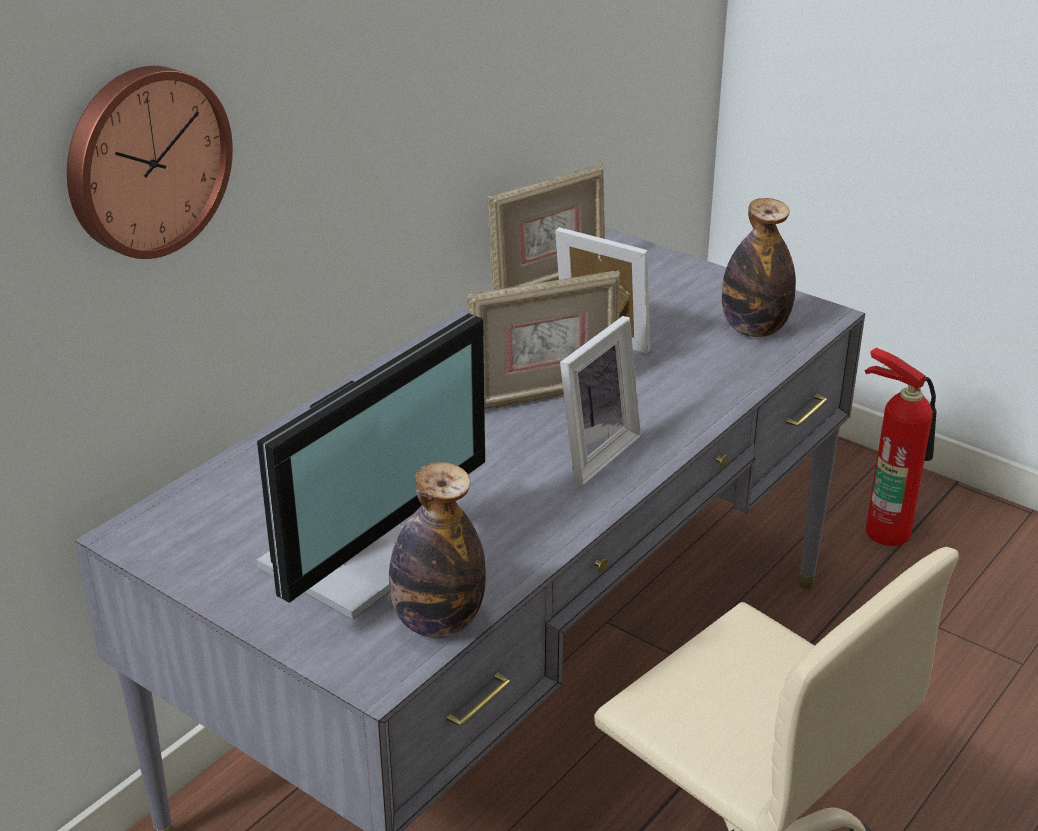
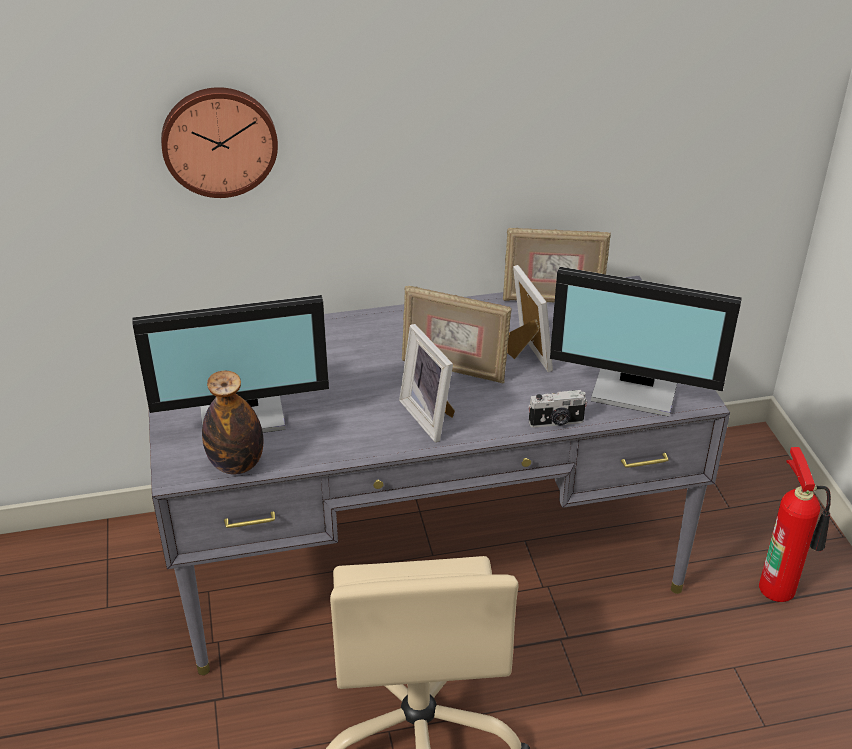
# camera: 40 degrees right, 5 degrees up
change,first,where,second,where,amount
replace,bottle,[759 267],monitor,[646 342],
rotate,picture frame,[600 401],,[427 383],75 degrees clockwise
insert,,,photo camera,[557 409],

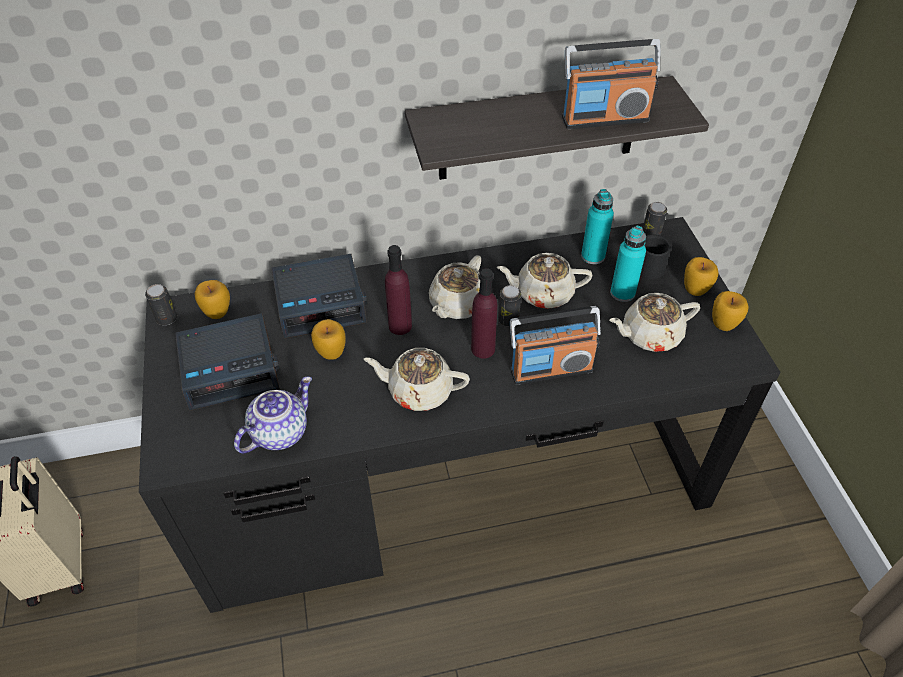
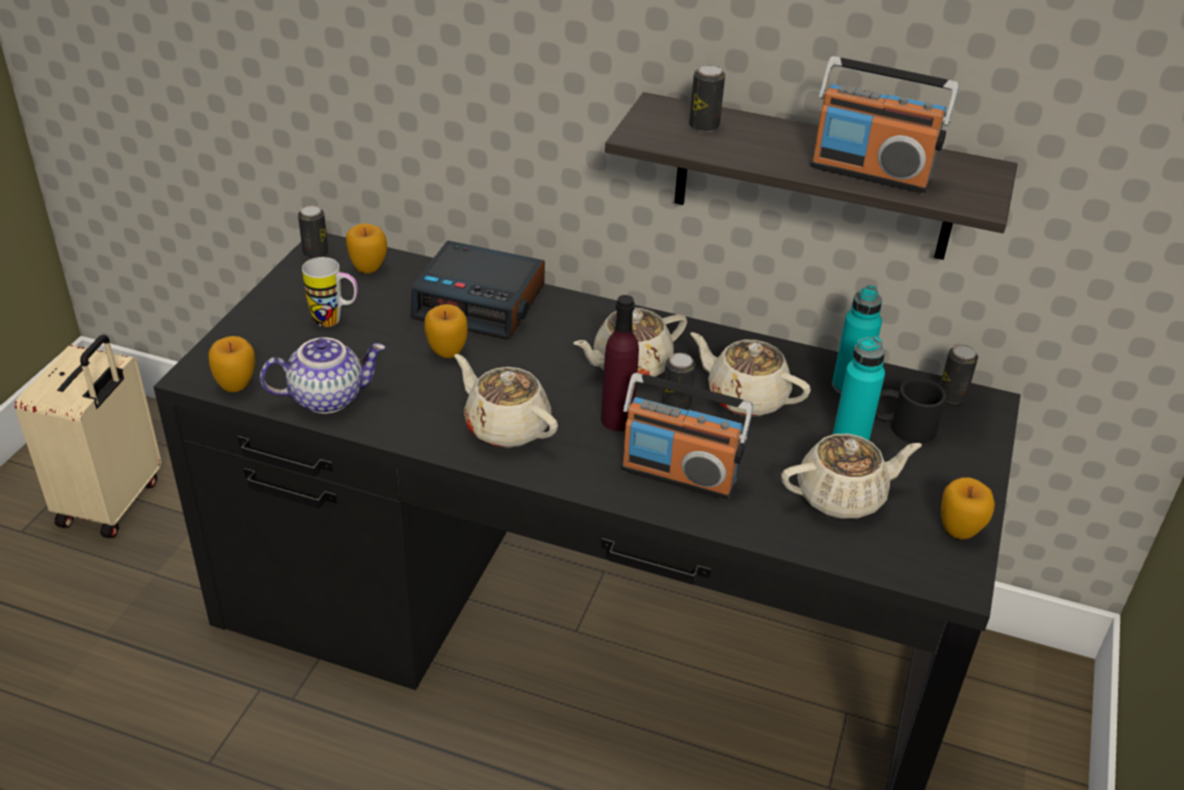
# camera: 30 degrees right, 10 degrees down
change,first,where,second,where,amount
delete,purple bottle,[398 290],,,
move,apple,[701 276],,[231 364],
rotate,beige teapot,[654 322],,[851 476],150 degrees clockwise
replace,alarm clock,[227 362],mug,[330 292],
insert,,,can,[707 98],

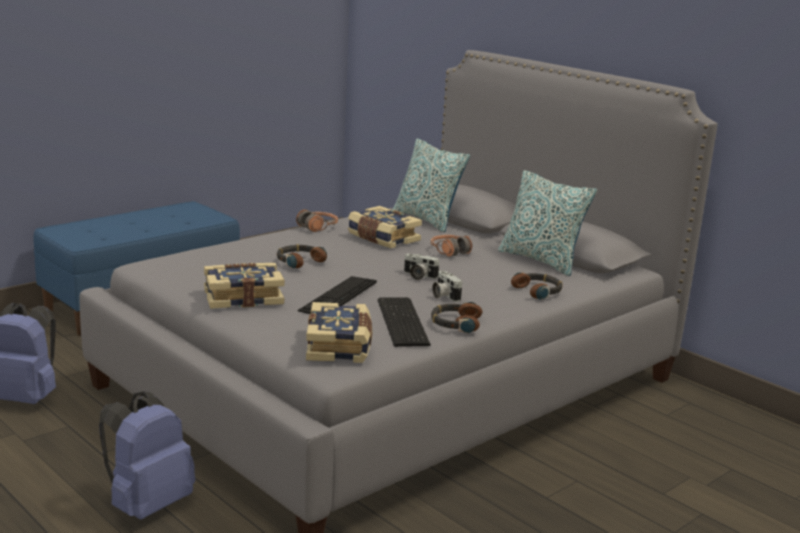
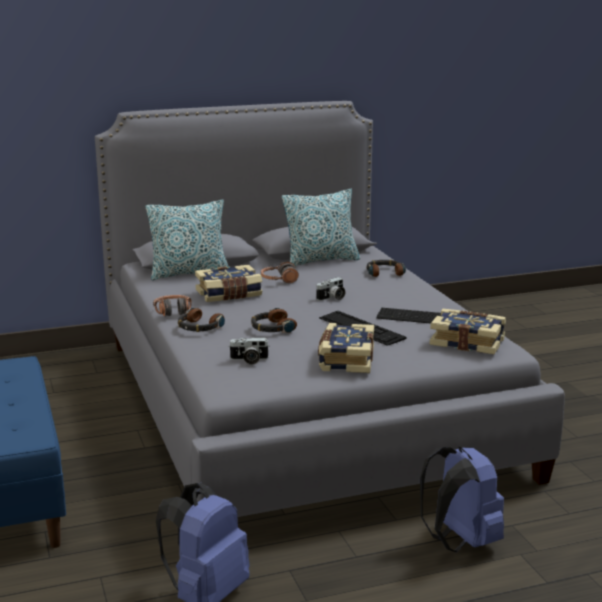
# camera: 65 degrees left, 0 degrees up
change,first,where,second,where,amount
move,photo camera,[447 286],,[249 351],
move,headphones,[456 317],,[201 320],

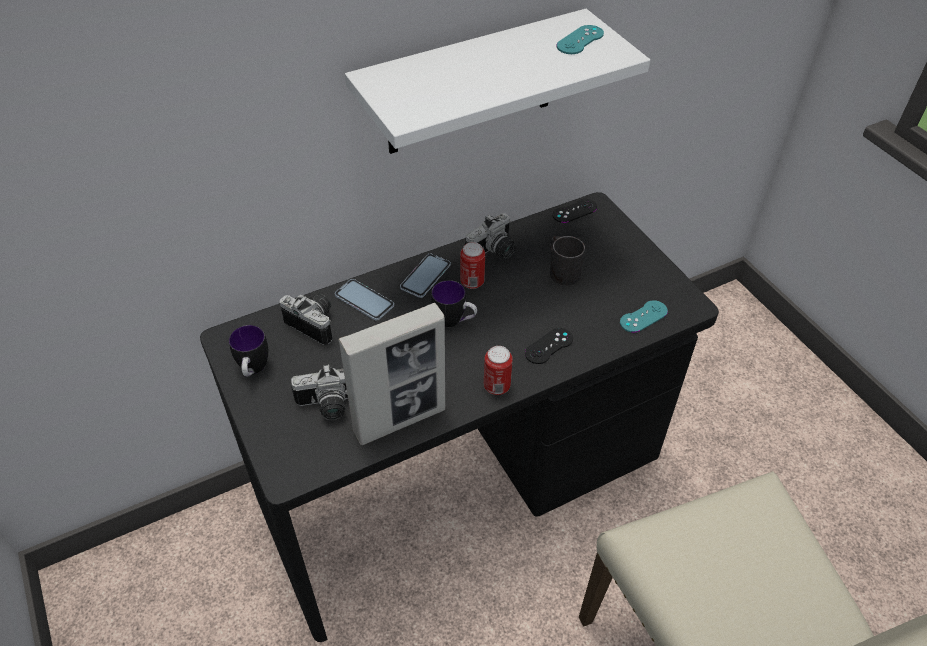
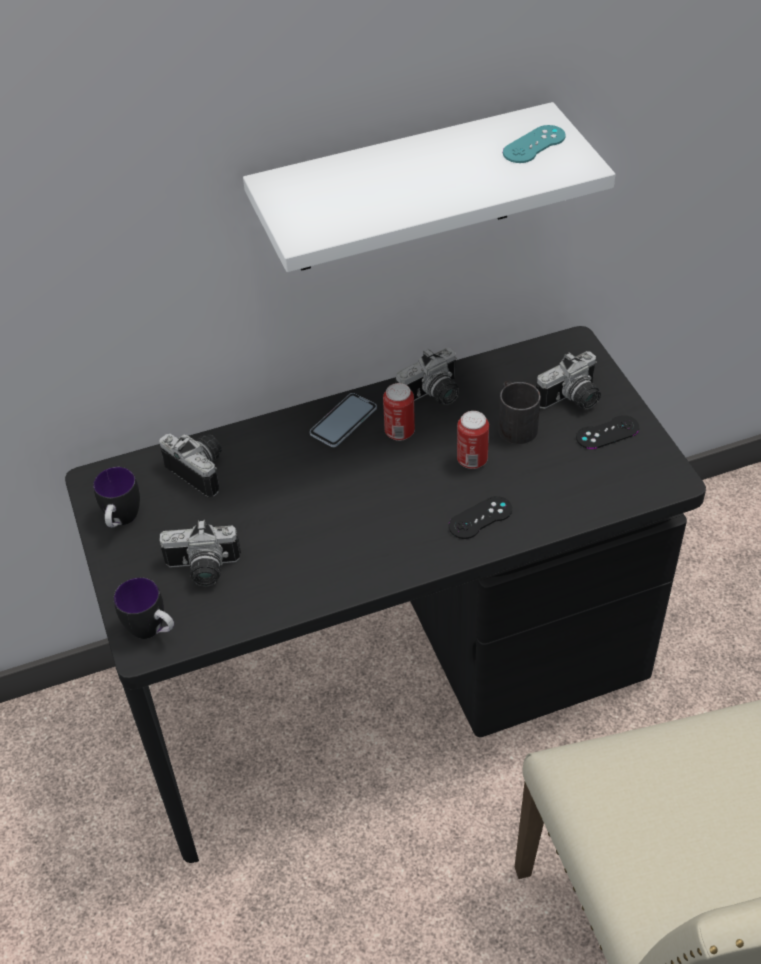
# camera: 10 degrees right, 0 degrees up
change,first,where,second,where,amount
move,black game controller,[574 211],,[607 432],
delete,phone,[364 300],,,
move,mug,[454 303],,[144 608],
delete,turquoise game controller,[644 316],,,
delete,picture frame,[391 374],,,
move,can,[498 370],,[473 440],
insert,,,photo camera,[568 380],

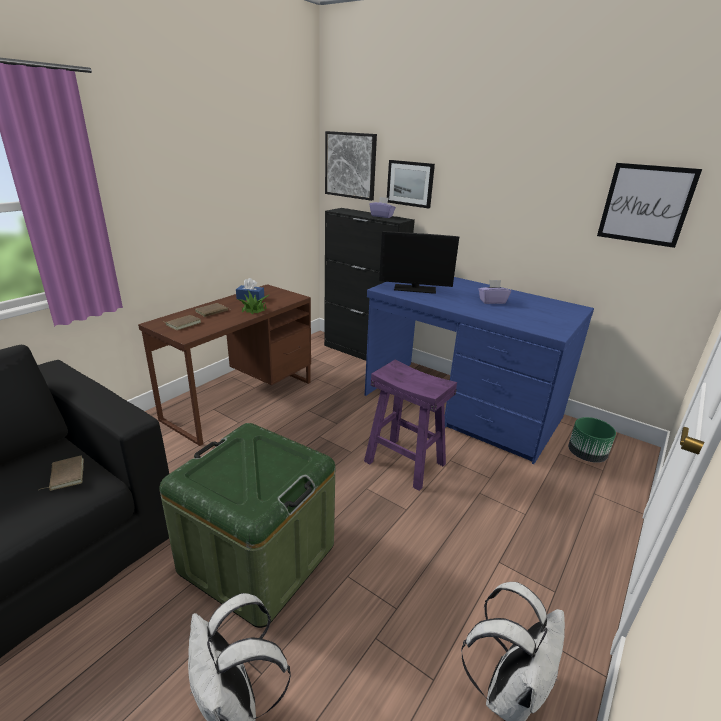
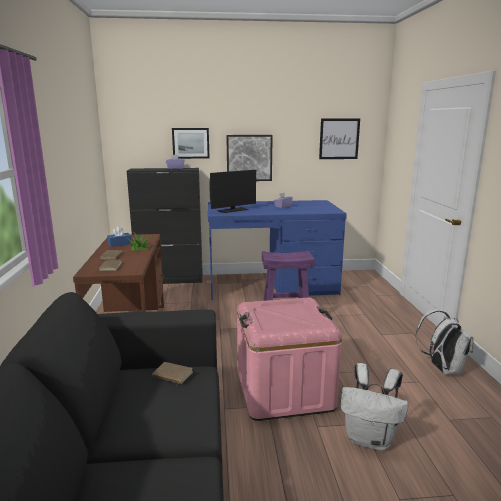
# camera: 40 degrees left, 10 degrees down
change,first,where,second,where,amount
move,picture,[351 166],,[249 158],
delete,green planter,[592 440],,,
recolor,green storage box,[247 525],pink storage box,[289 359],

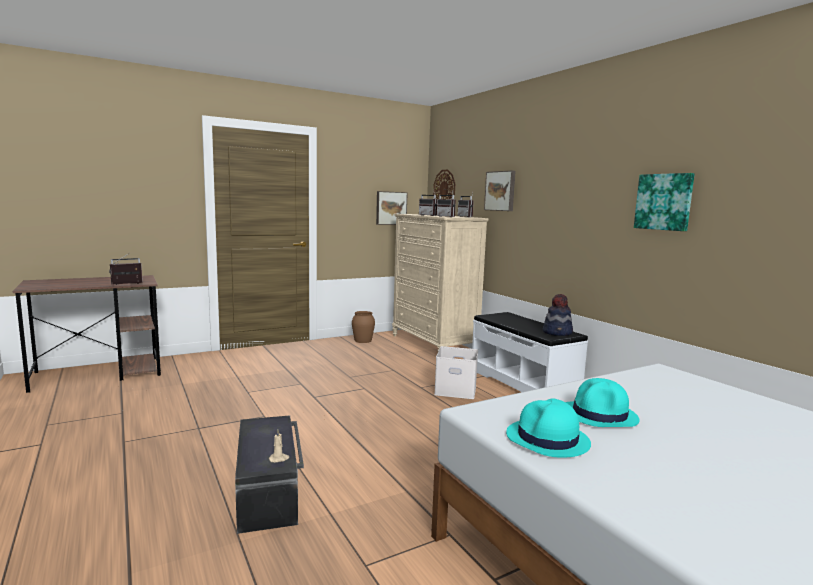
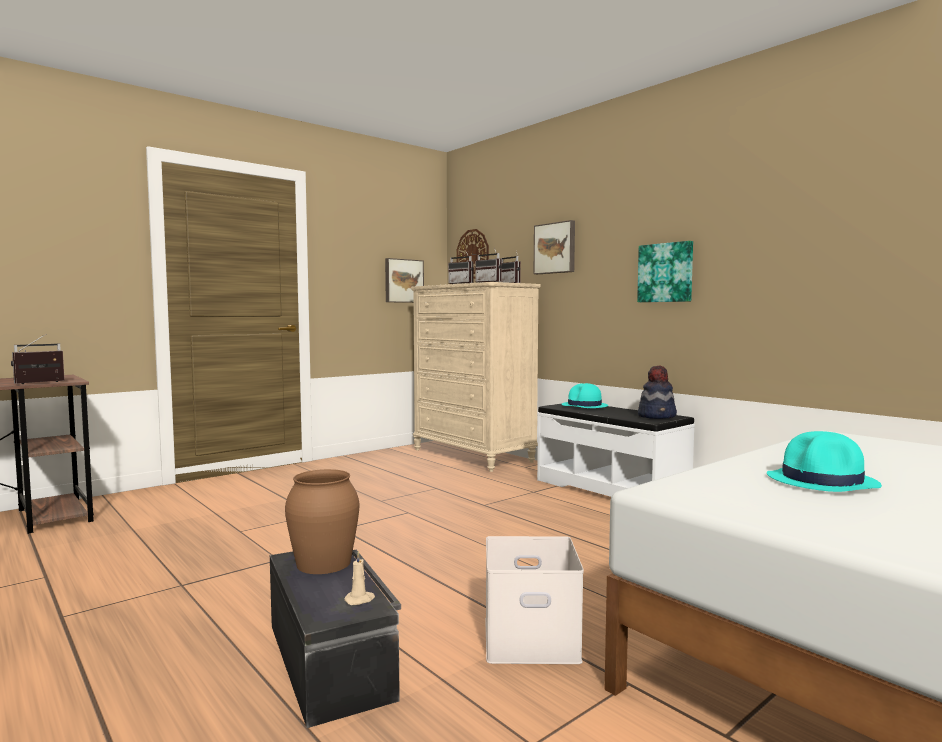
# camera: 10 degrees left, 5 degrees down
change,first,where,second,where,amount
move,picture,[664 202],,[665 271],
move,brown vase,[363 327],,[322 521],
move,white storage box,[456 372],,[534 600],
move,turquoise hat,[548 428],,[585 395],

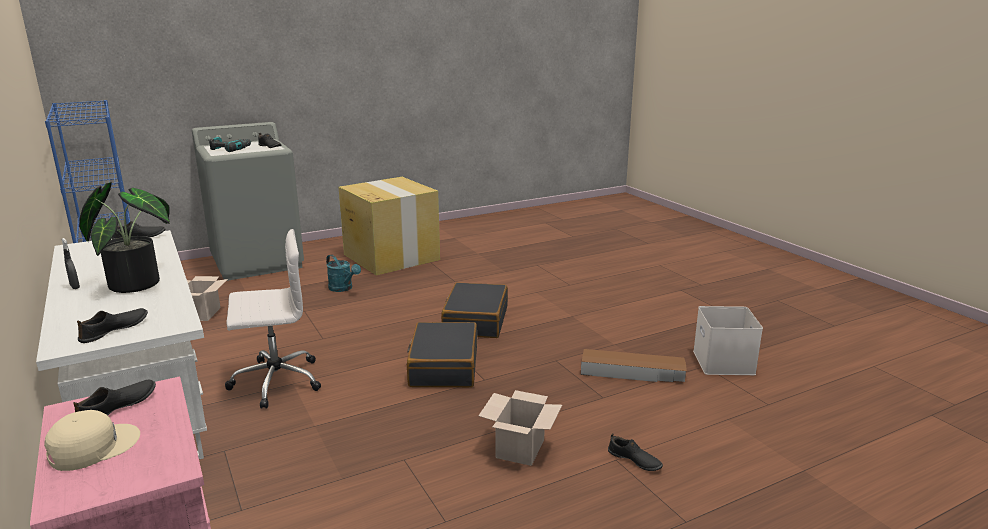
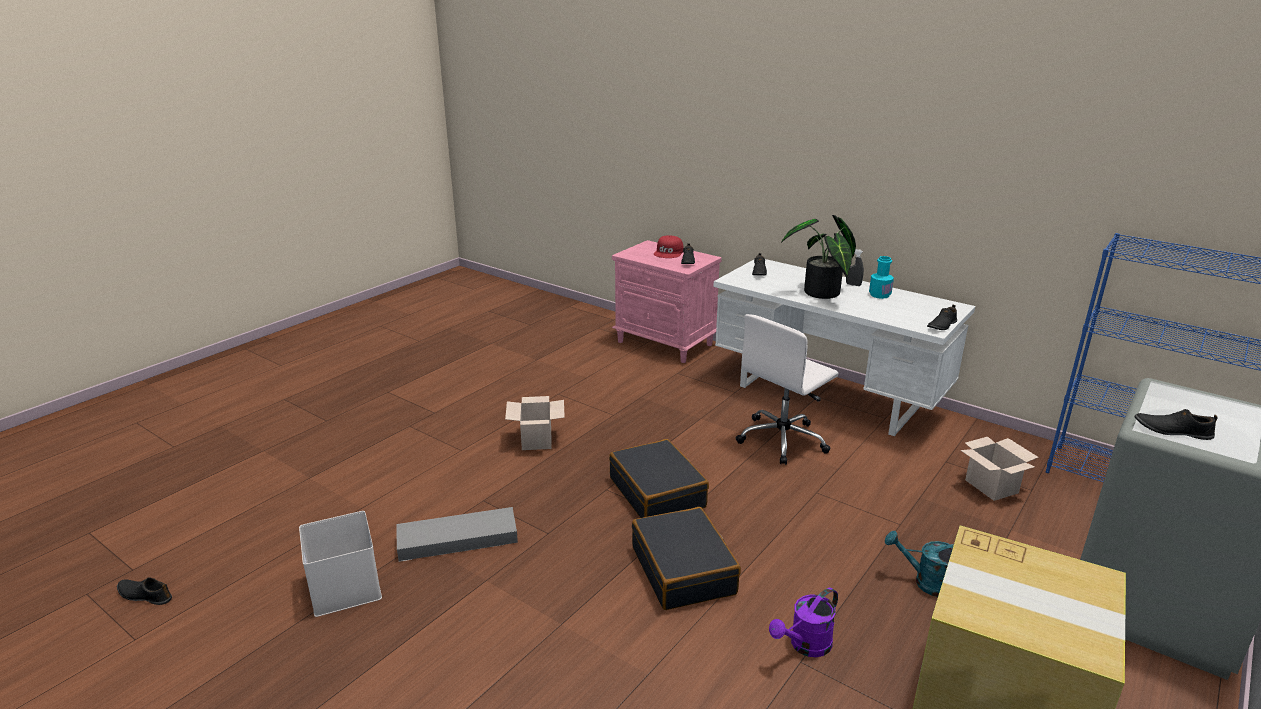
# camera: 155 degrees right, 5 degrees up
change,first,where,second,where,amount
delete,power drill,[230 144],,,
recolor,brown storage box,[634 365],grey storage box,[457 534],
recolor,beige cap,[92 440],red cap,[669 246],
move,black shoe,[635 452],,[144 591],
insert,,,turquoise bottle,[881 277],
insert,,,purple watering can,[803 622],

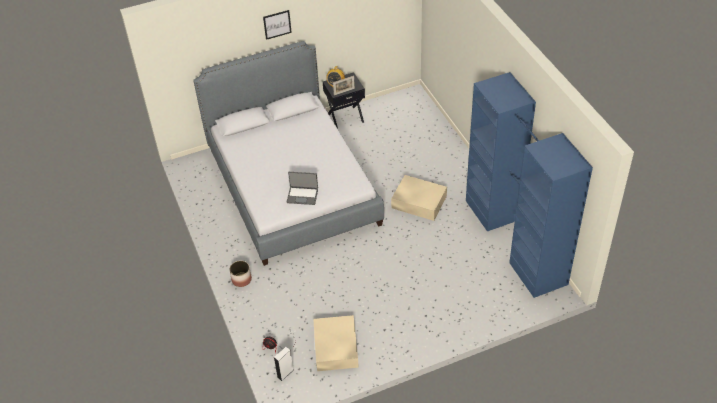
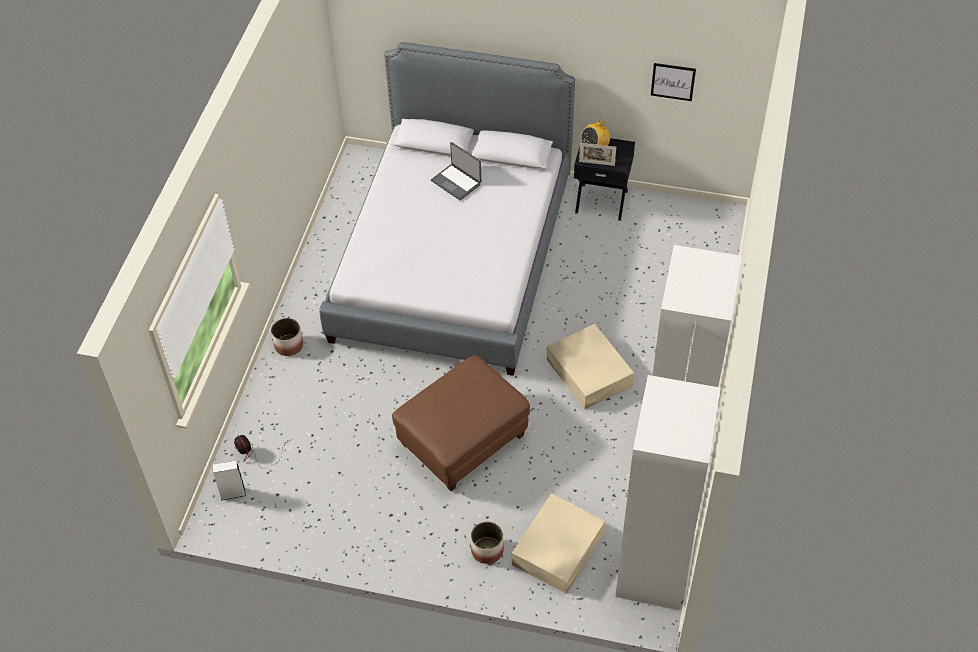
# camera: 35 degrees right, 5 degrees up
change,first,where,second,where,amount
move,picture,[277 25],,[673 82],
recolor,blue wardrobe,[529 185],white wardrobe,[678 427],
move,laptop,[302 188],,[456 171],
move,beige storage box,[336 343],,[558 543],
insert,,,brown ottoman,[461 423],
insert,,,planter,[487 543],

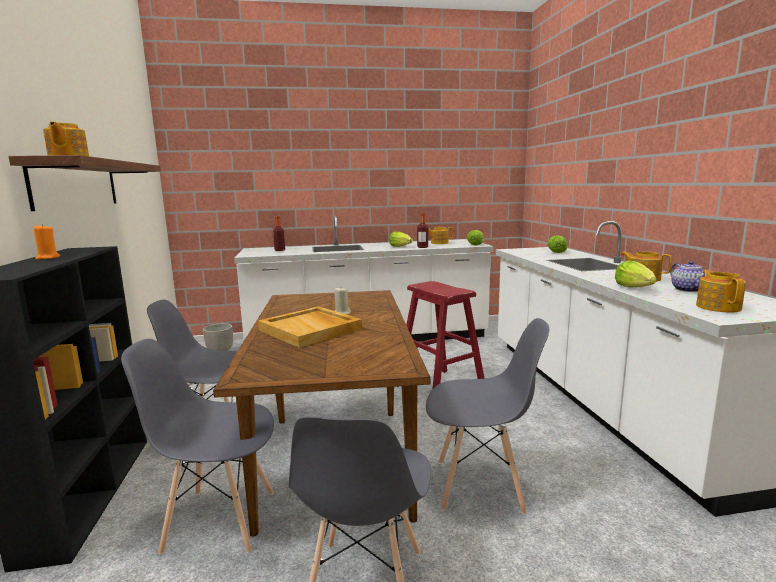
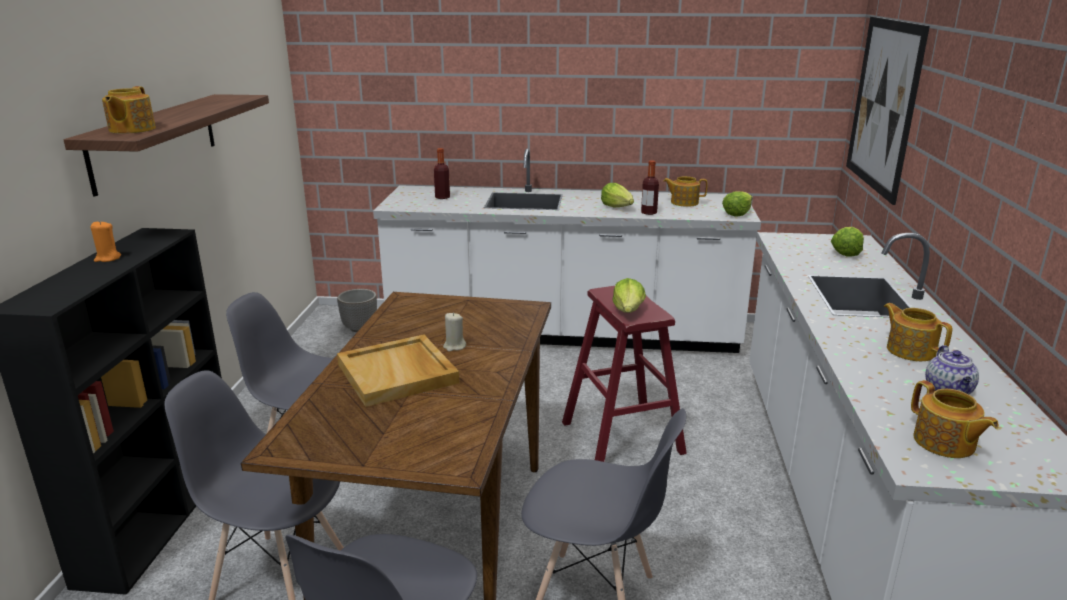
# camera: 15 degrees right, 10 degrees up
change,first,where,second,where,amount
move,lettuce,[636 274],,[629 295],
rotate,teapot,[721 291],,[955 419],135 degrees clockwise
insert,,,picture,[888 111],

